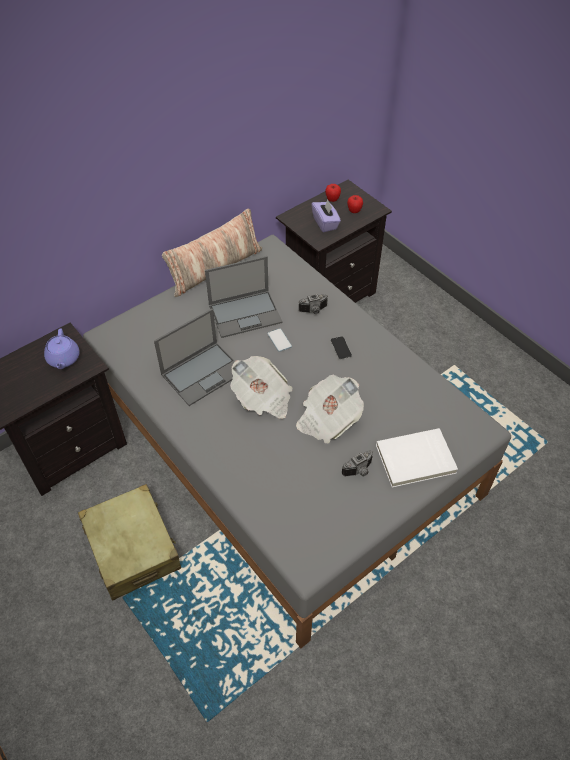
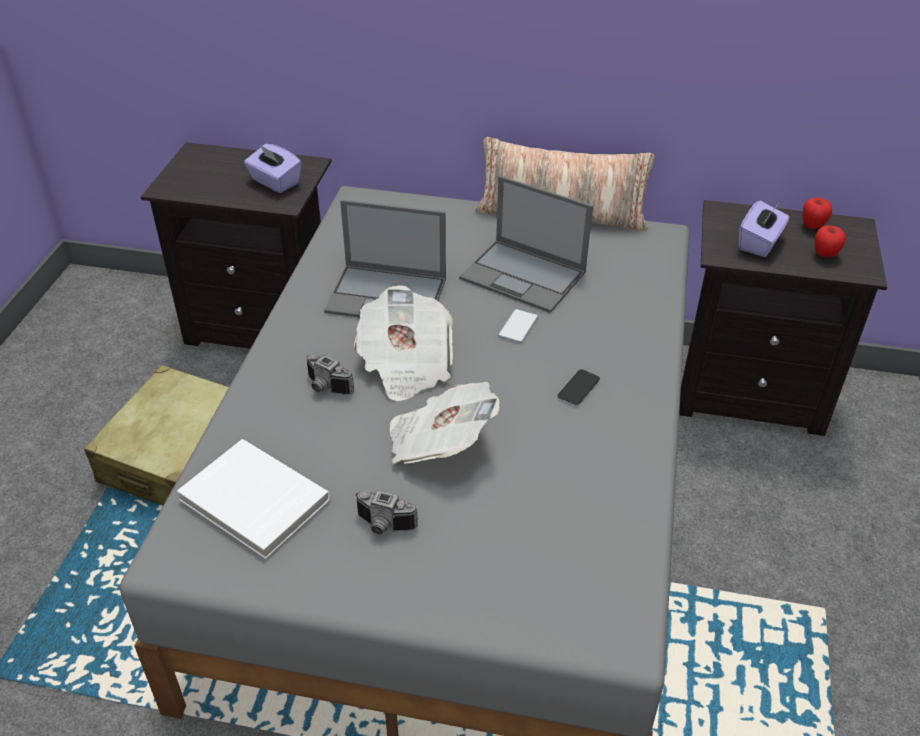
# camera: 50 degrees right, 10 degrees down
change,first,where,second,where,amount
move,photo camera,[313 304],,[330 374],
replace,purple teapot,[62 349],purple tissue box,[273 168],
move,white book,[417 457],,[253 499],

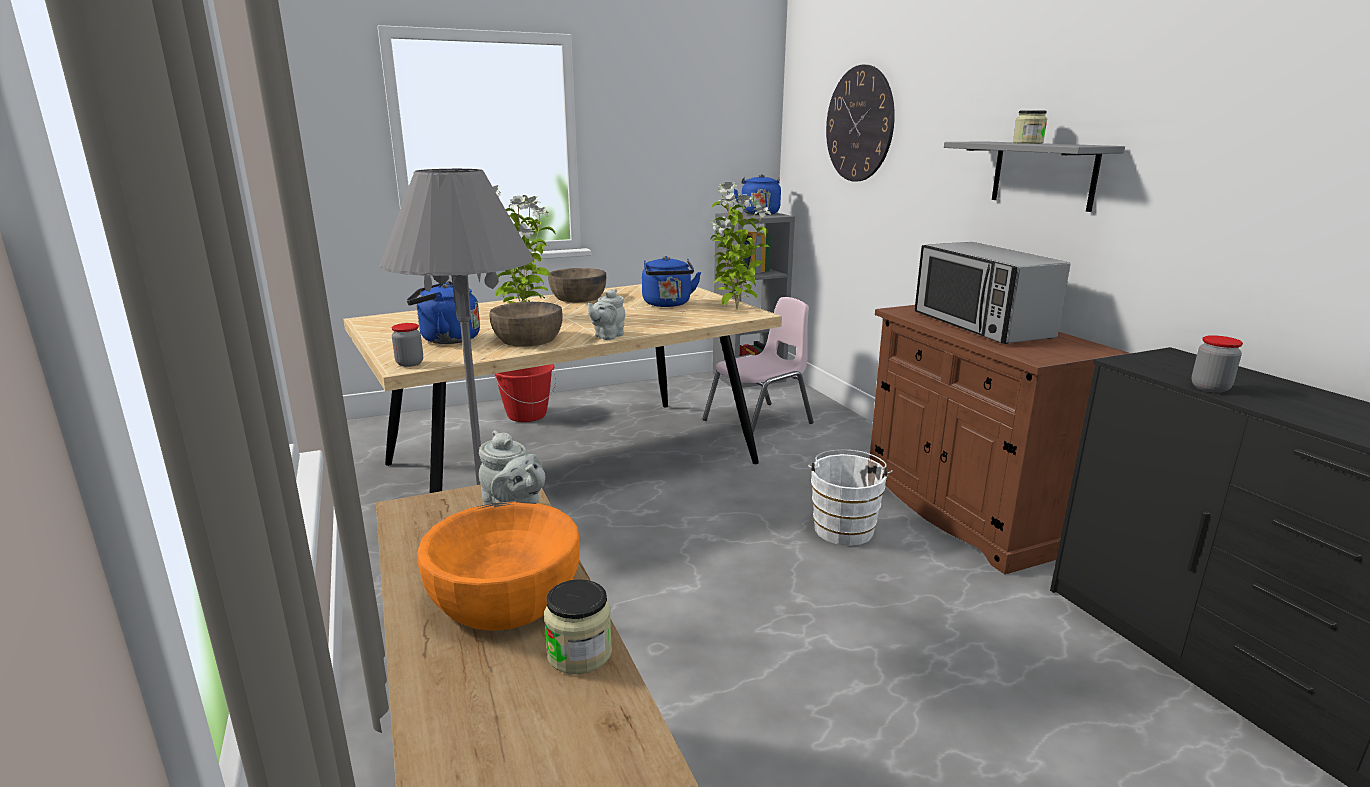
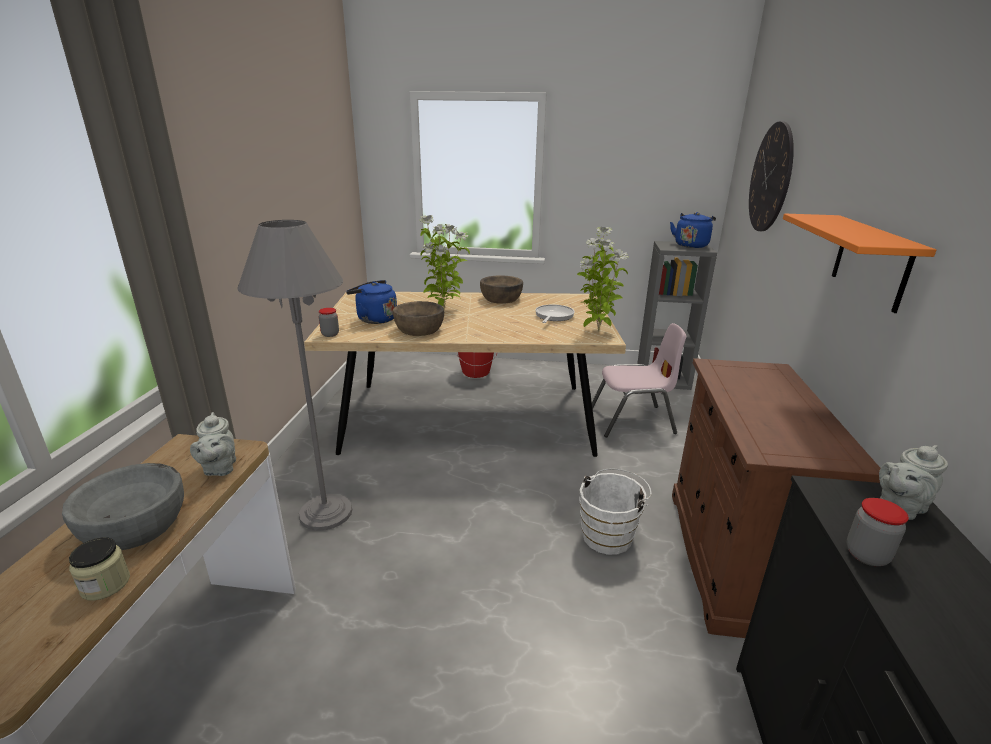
# camera: 30 degrees right, 5 degrees up
change,first,where,second,where,amount
delete,jar,[1030 127],,,
recolor,grey shelf,[1034 176],orange shelf,[859 263],
delete,microwave,[992 293],,,
replace,blue kettle,[671 281],frying pan,[555 313],
move,grey teapot,[606 314],,[913 482],
recolor,orange bowl,[498 566],grey bowl,[123 506],

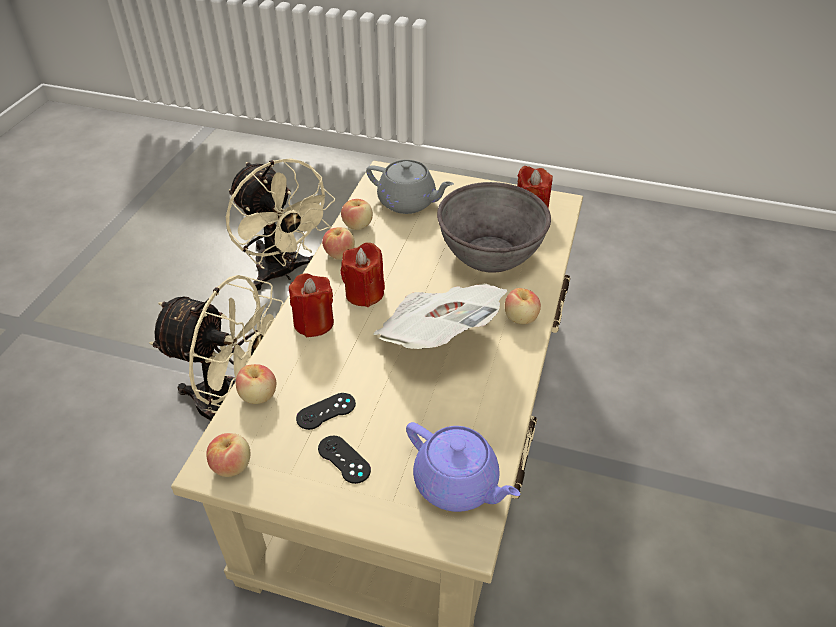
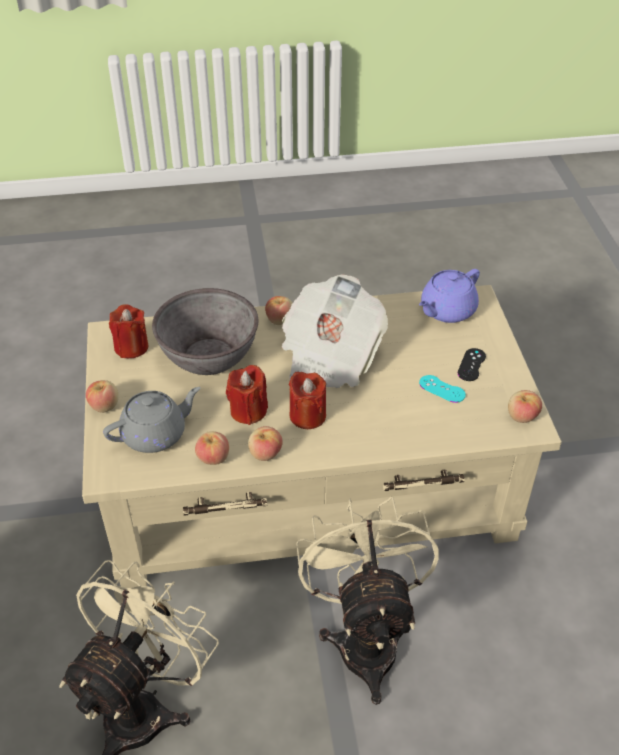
# camera: 115 degrees left, 0 degrees up
change,first,where,second,where,amount
rotate,grey teapot,[410 187],,[152 420],60 degrees clockwise
move,red candle,[311 305],,[247 395],
move,apple,[256 384],,[102 396],
recolor,black game controller,[326 411],turquoise game controller,[442 389],
rotate,purple teapot,[463 467],,[449 296],150 degrees counterclockwise

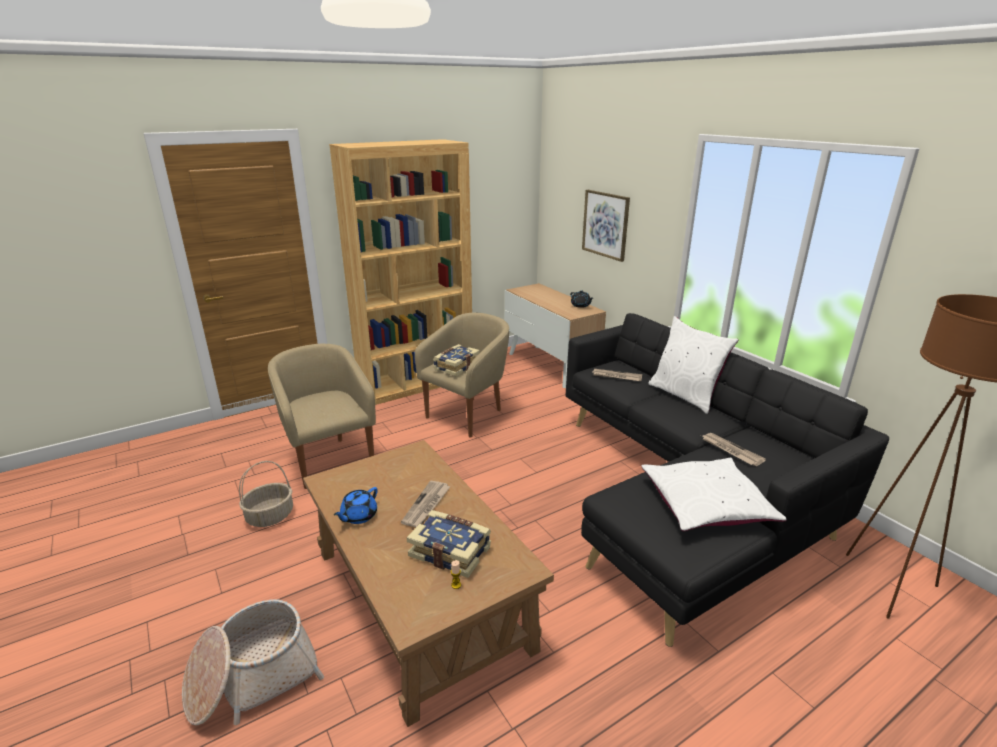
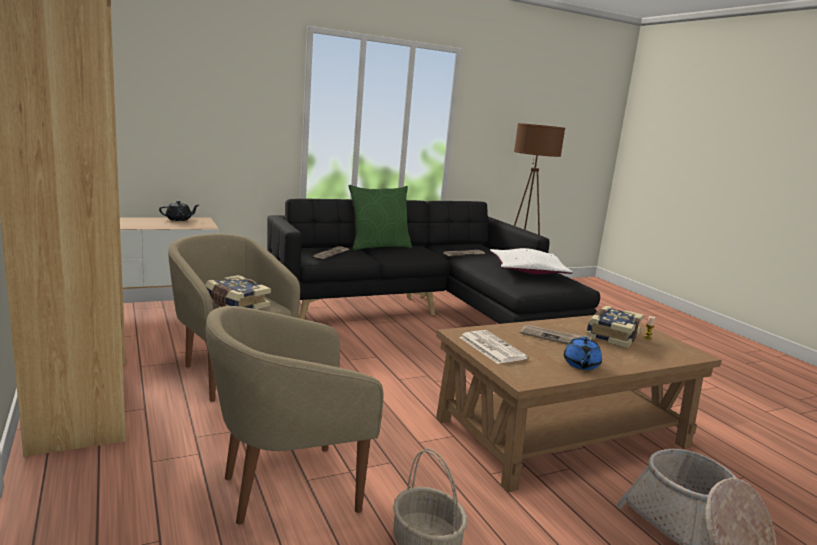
# camera: 85 degrees left, 10 degrees down
change,first,where,second,where,amount
delete,picture,[606 226],,,
recolor,white pillow,[693 365],green pillow,[380 217],
rotate,blue teapot,[356 505],,[583 353],60 degrees clockwise
insert,,,newspaper,[493 347],

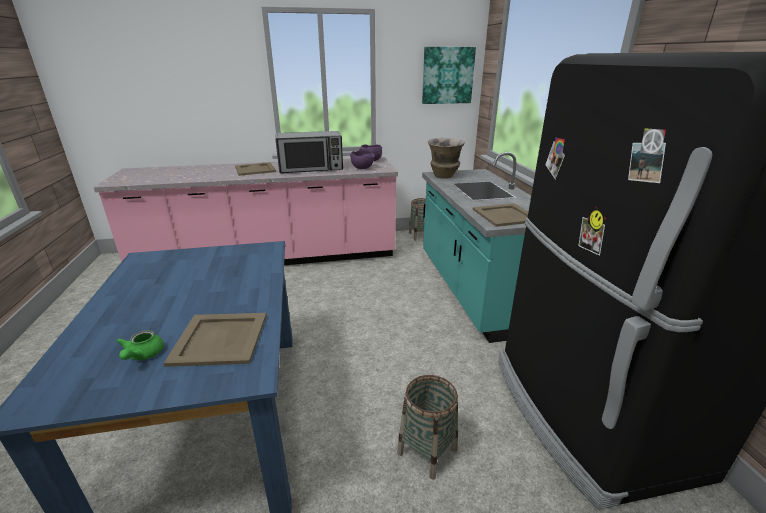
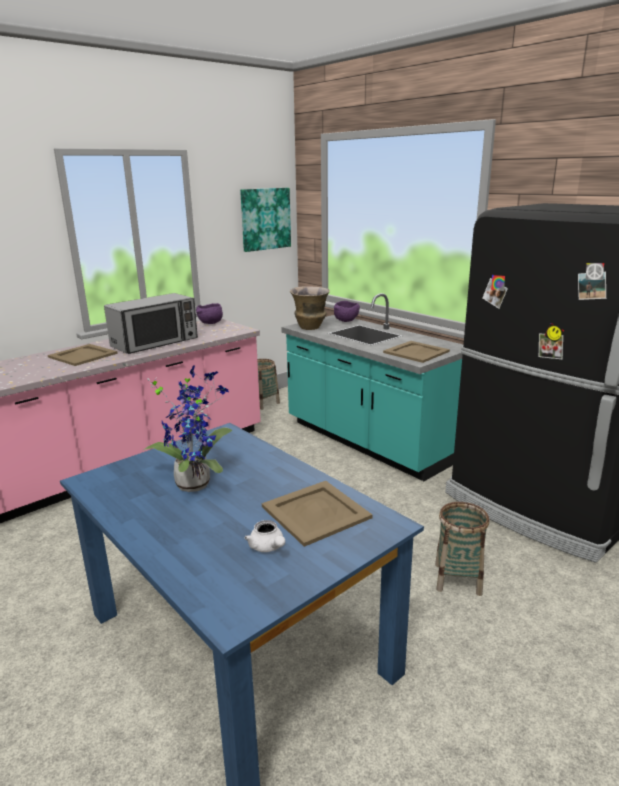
# camera: 30 degrees left, 5 degrees down
change,first,where,second,where,amount
move,purple bowl,[362 159],,[347 311],
recolor,green teapot,[140 345],white teapot,[265 536],
insert,,,potted plant,[187 428],

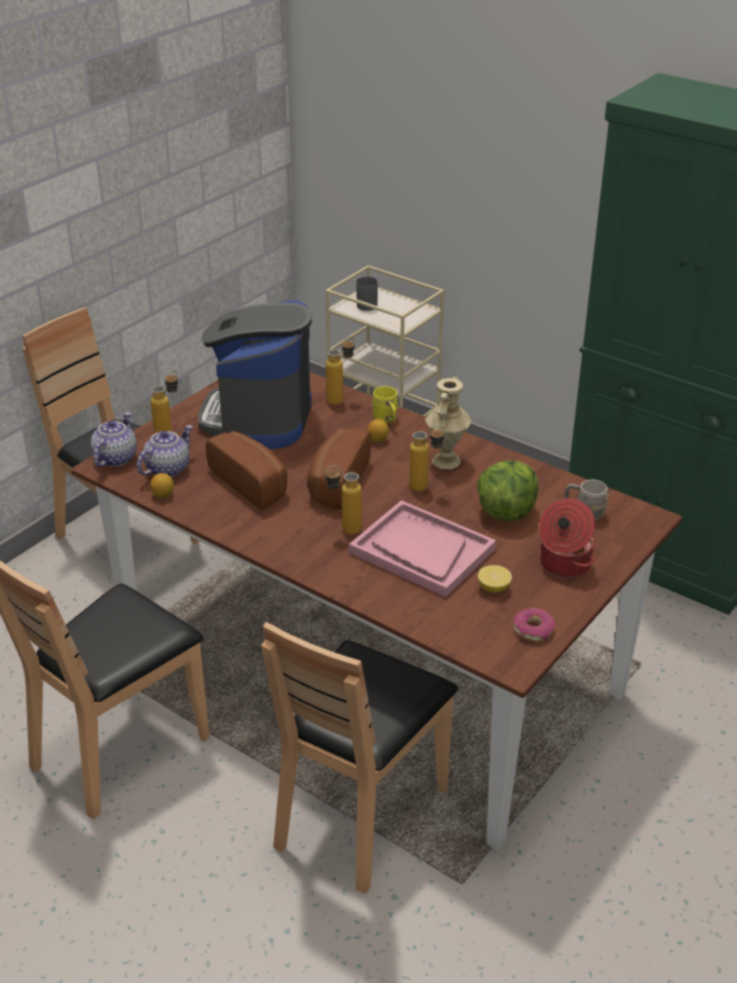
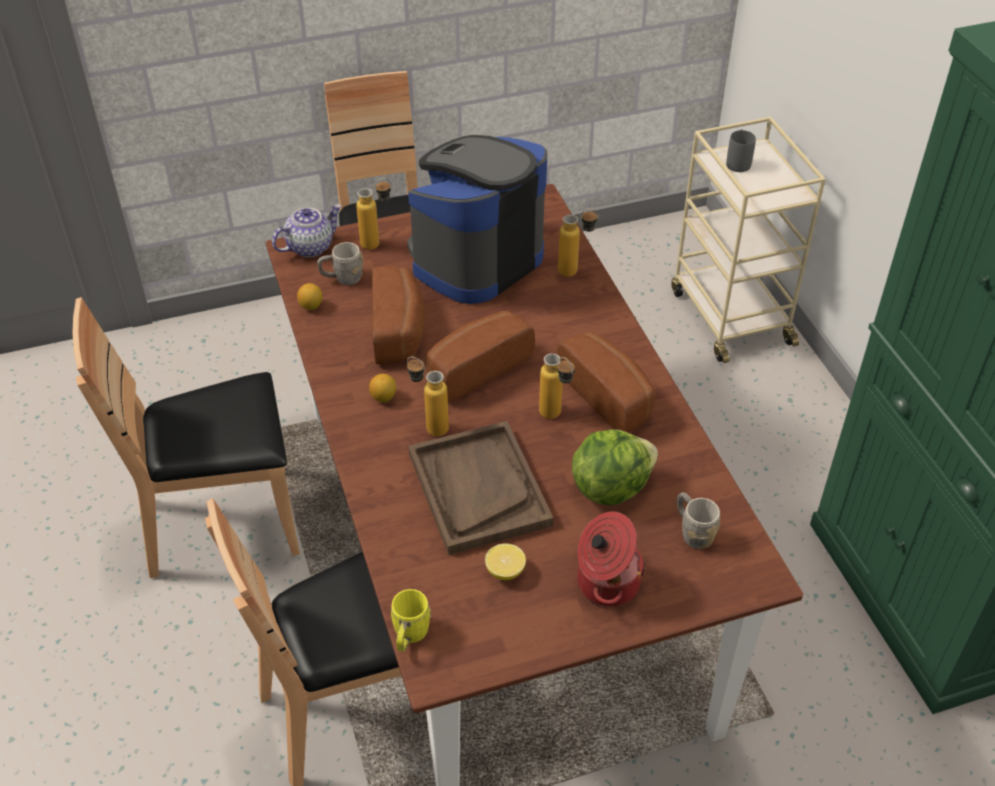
# camera: 35 degrees right, 10 degrees up
change,first,where,second,where,amount
replace,beige vase,[448 423],bread,[606 382],
move,yellow mug,[384 404],,[411 620],
move,lemon,[378 430],,[382 388],
replace,teapot,[165 451],grey mug,[340 263],
recolor,pink tray,[422 548],brown tray,[480 488],
delete,donut,[534 625],,,

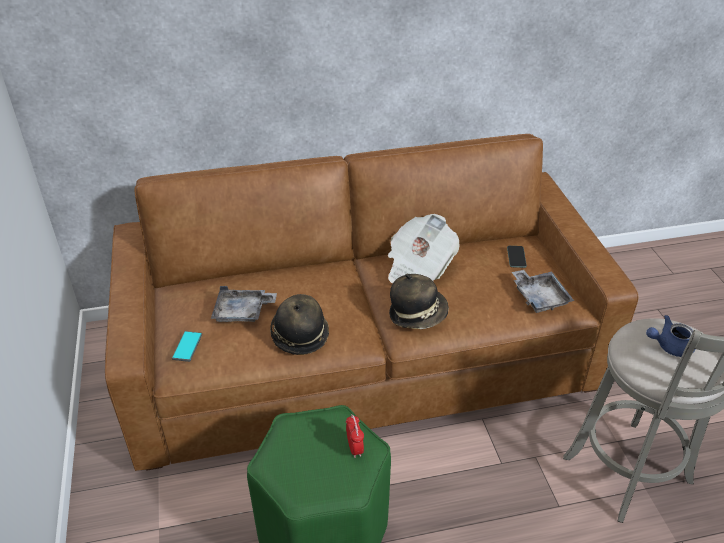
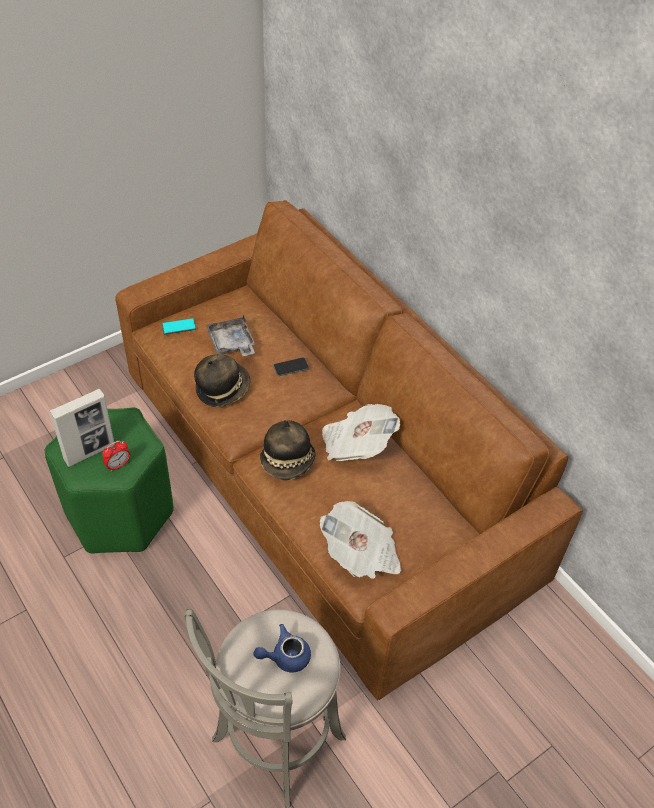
# camera: 65 degrees right, 10 degrees up
change,first,where,second,where,amount
move,phone,[517 257],,[291 366],
replace,grey tray,[543 291],newspaper,[360 540],
rotate,blue teapot,[670 336],,[282 648],75 degrees counterclockwise
insert,,,picture frame,[82 428],

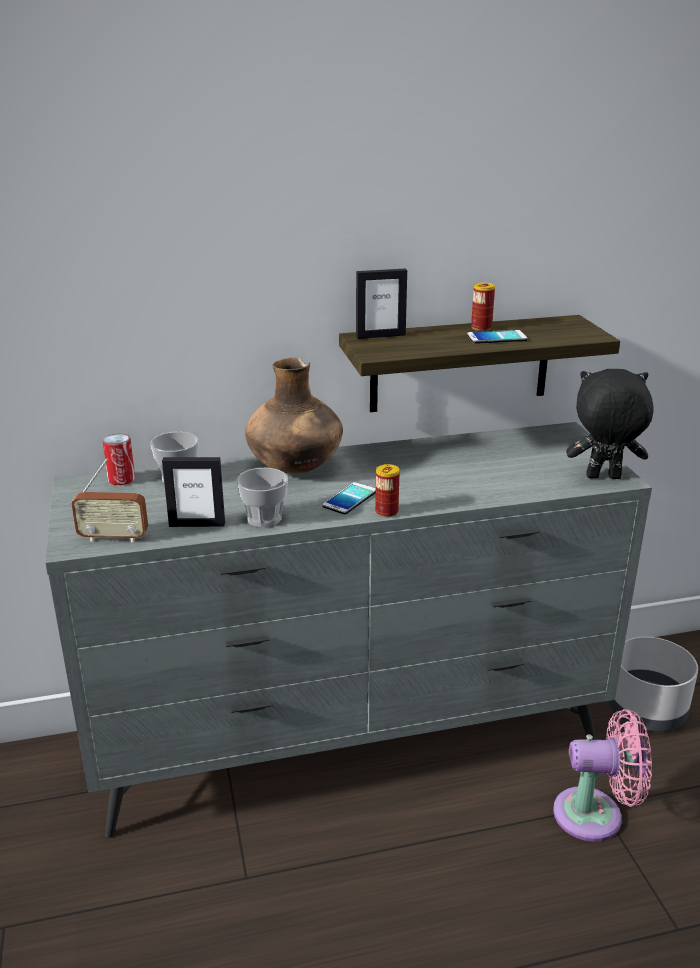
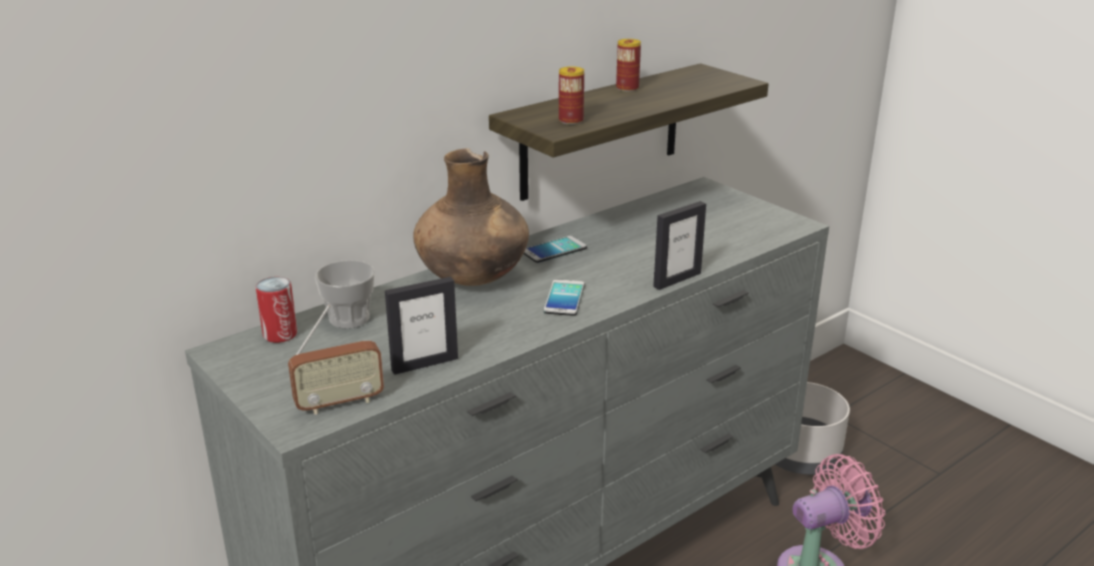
# camera: 25 degrees left, 0 degrees up
change,first,where,second,where,amount
move,picture frame,[381 304],,[679 245],
move,phone,[497 337],,[555 249],
delete,black plush toy,[609 424],,,
move,can,[387 490],,[571 95],
delete,cup,[262 497],,,

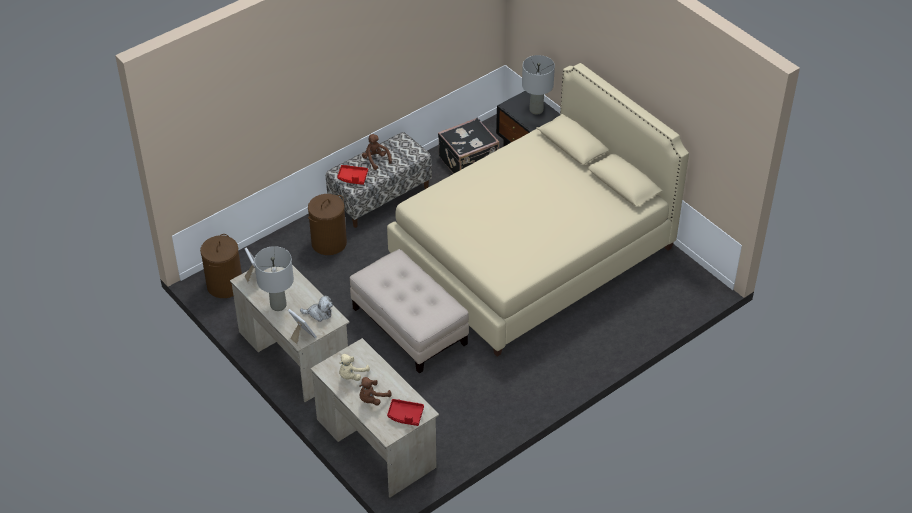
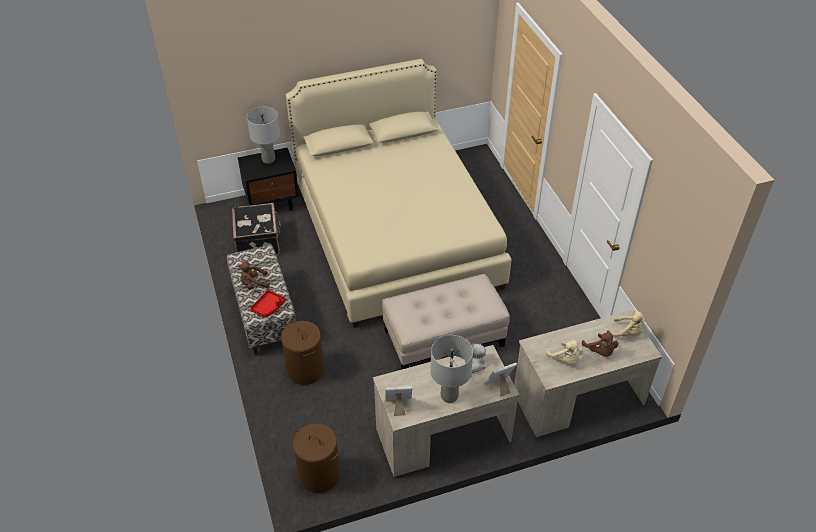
# camera: 70 degrees left, 0 degrees up
change,first,where,second,where,amount
replace,red tray,[405 412],beige plush toy,[627 324],

